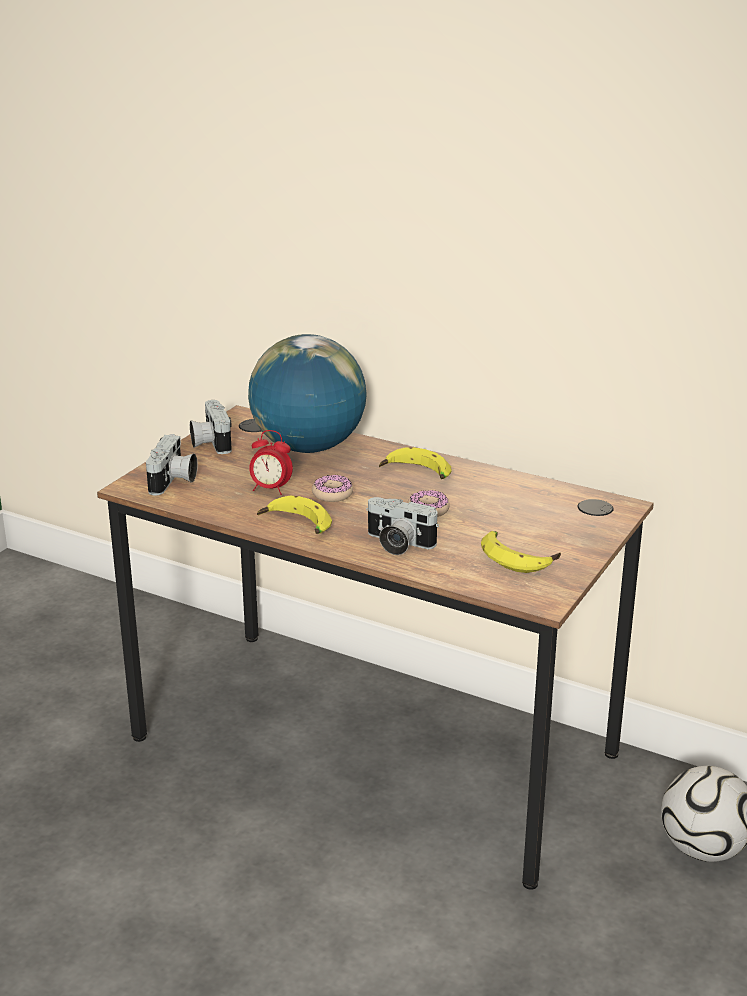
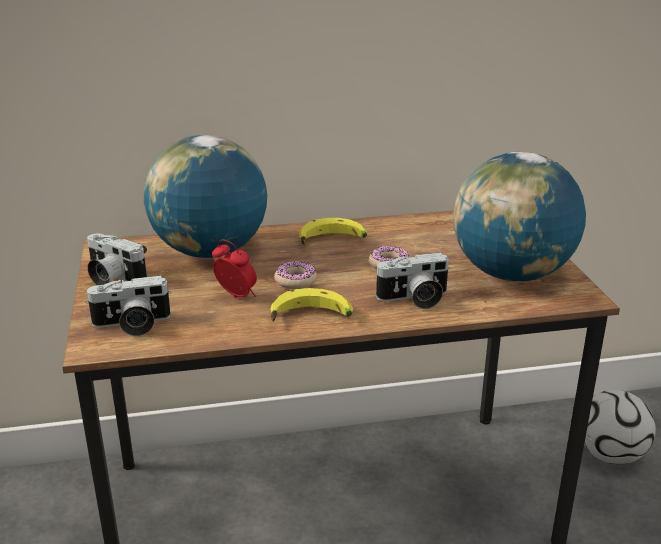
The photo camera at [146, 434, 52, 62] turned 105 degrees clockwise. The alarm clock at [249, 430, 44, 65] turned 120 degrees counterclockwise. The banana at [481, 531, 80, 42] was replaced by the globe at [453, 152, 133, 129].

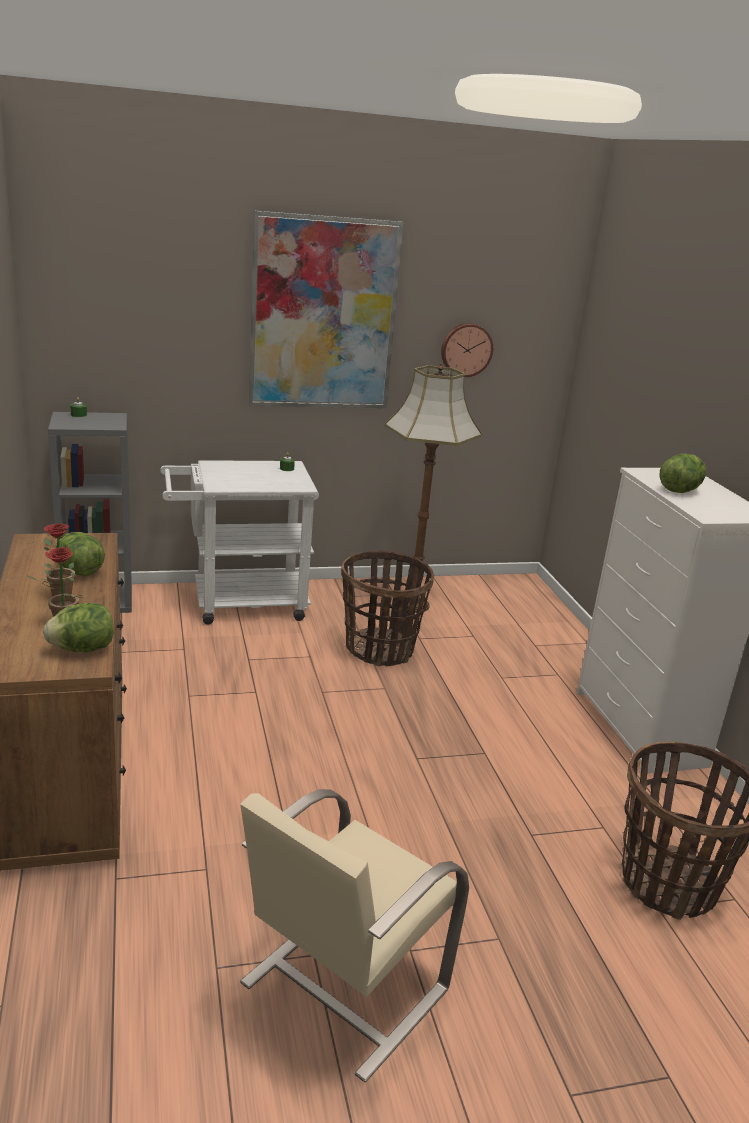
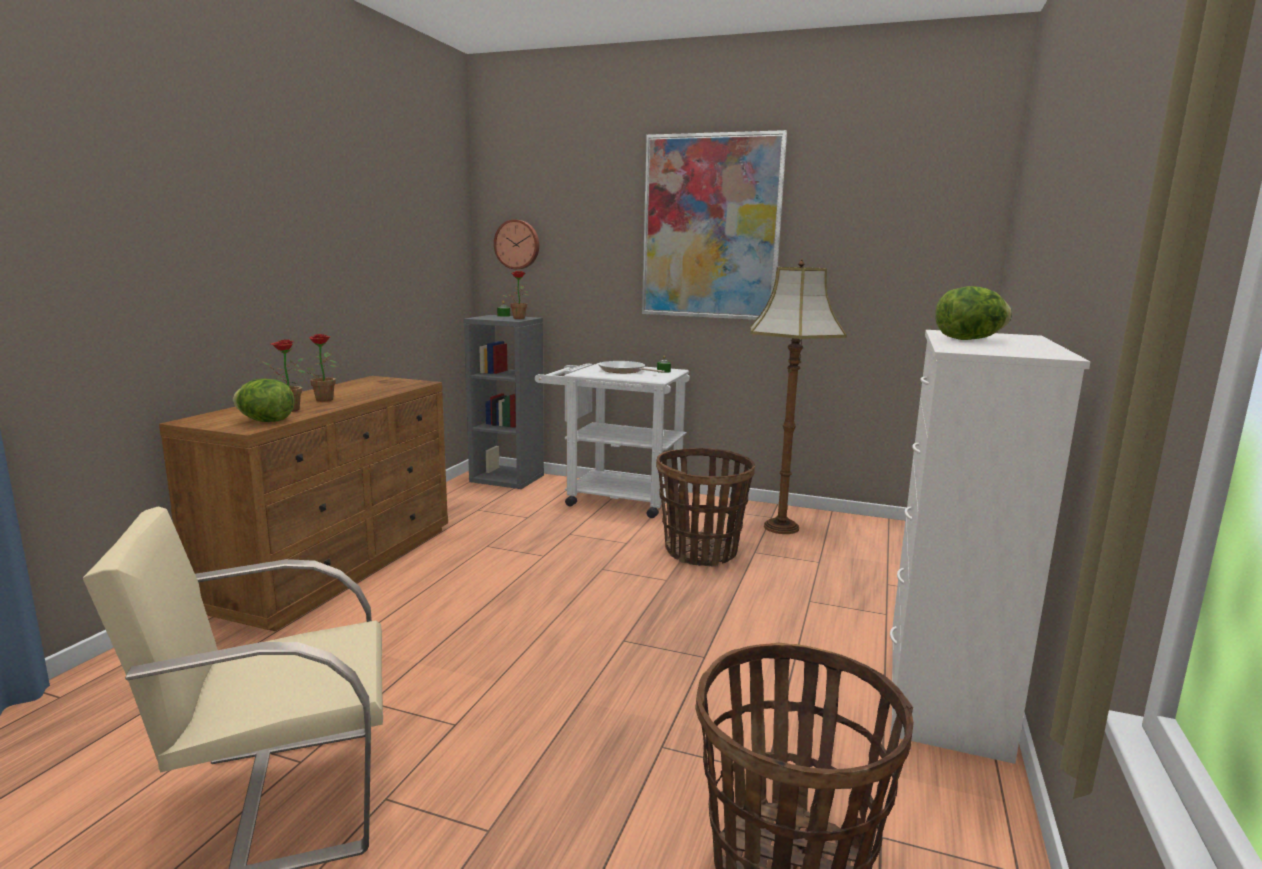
The wall clock moved from [441, 323, 52, 54] to [494, 219, 45, 50]. The potted plant at [503, 270, 25, 49] appeared. The frying pan at [598, 361, 67, 12] appeared. The lettuce at [56, 532, 49, 44] disappeared.

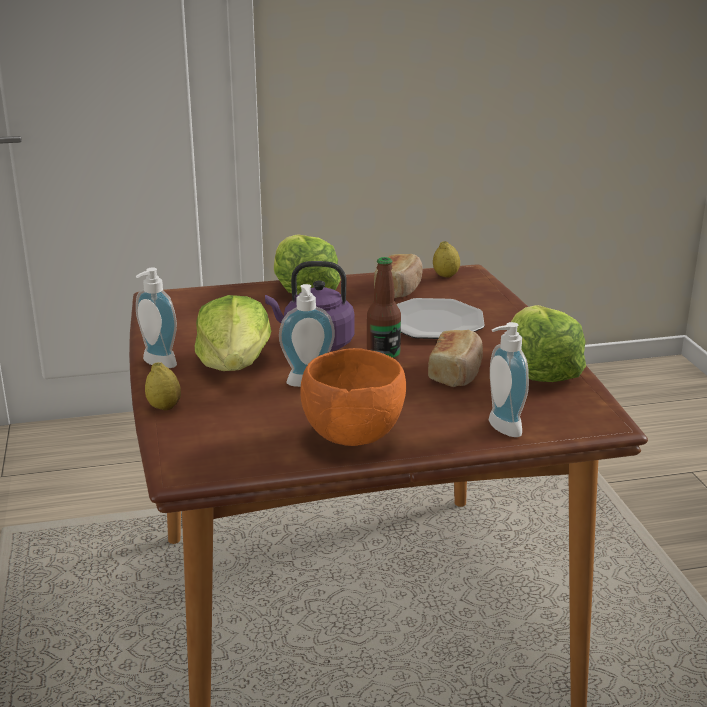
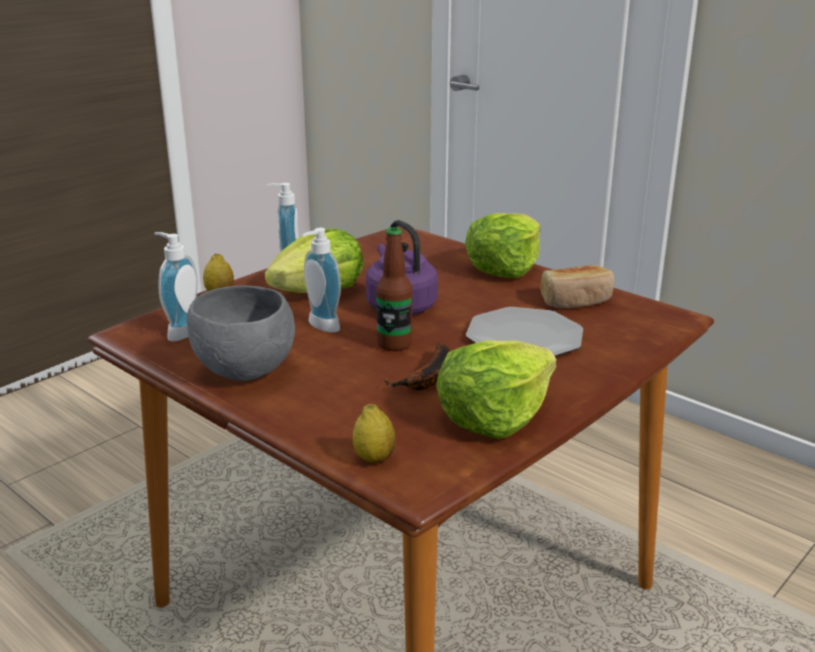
The soap dispenser moved from [489, 322, 40, 115] to [154, 232, 43, 109]. The orange bowl at [300, 348, 106, 98] became the grey bowl at [187, 285, 108, 96]. The lemon moved from [433, 241, 27, 37] to [353, 404, 43, 60]. The bread at [428, 330, 55, 57] was replaced by the banana at [384, 343, 67, 47].

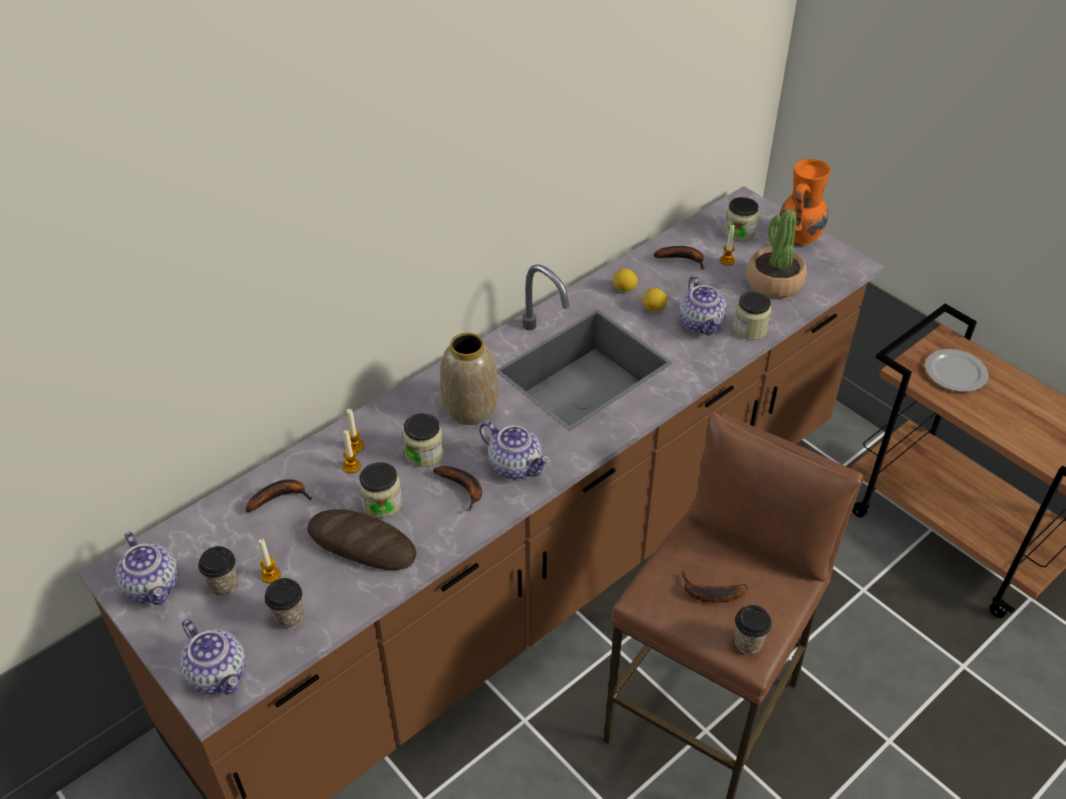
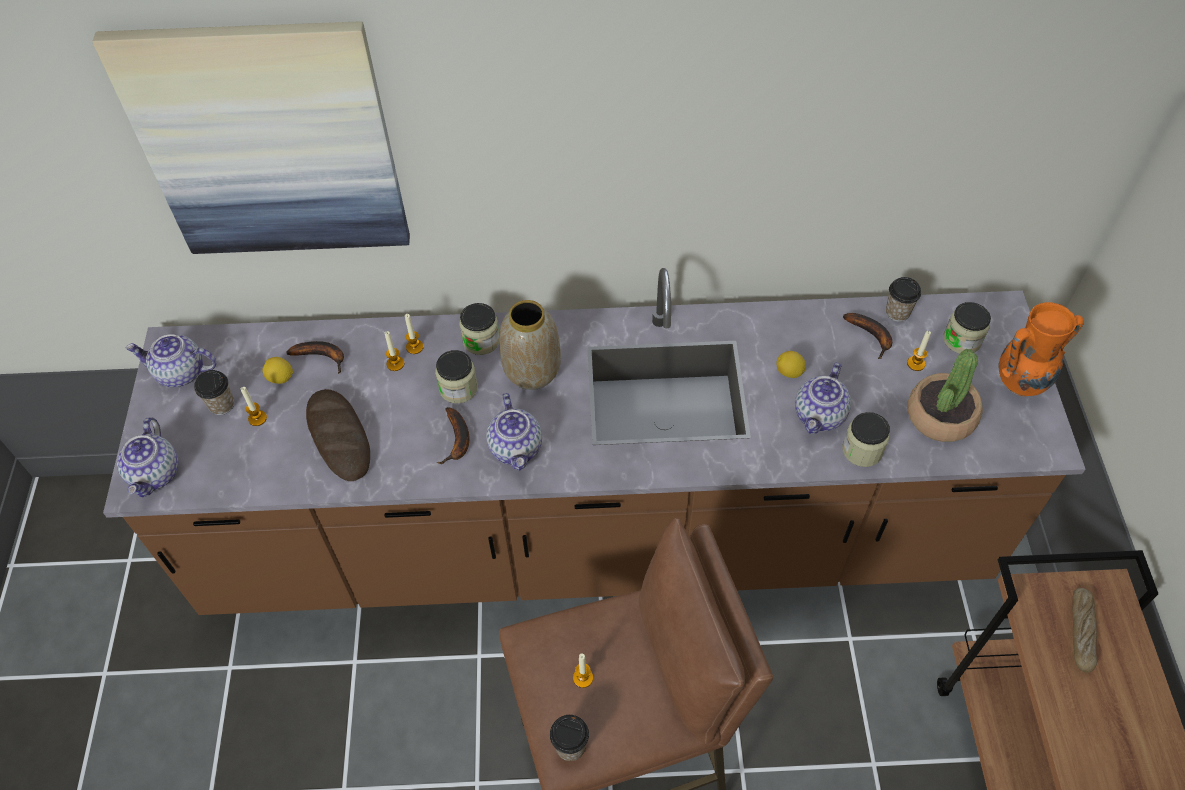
The picture at [92, 21, 318, 233] appeared. The teapot at [116, 531, 63, 74] turned 90 degrees clockwise. The lemon moved from [613, 269, 25, 23] to [262, 357, 31, 27]. The jar moved from [359, 462, 43, 56] to [459, 303, 41, 52]. The banana at [682, 570, 66, 33] was replaced by the candle at [573, 654, 20, 34]. The cup moved from [265, 578, 39, 51] to [886, 277, 35, 45]. The plate at [925, 349, 64, 43] was replaced by the bread at [1072, 588, 25, 85].

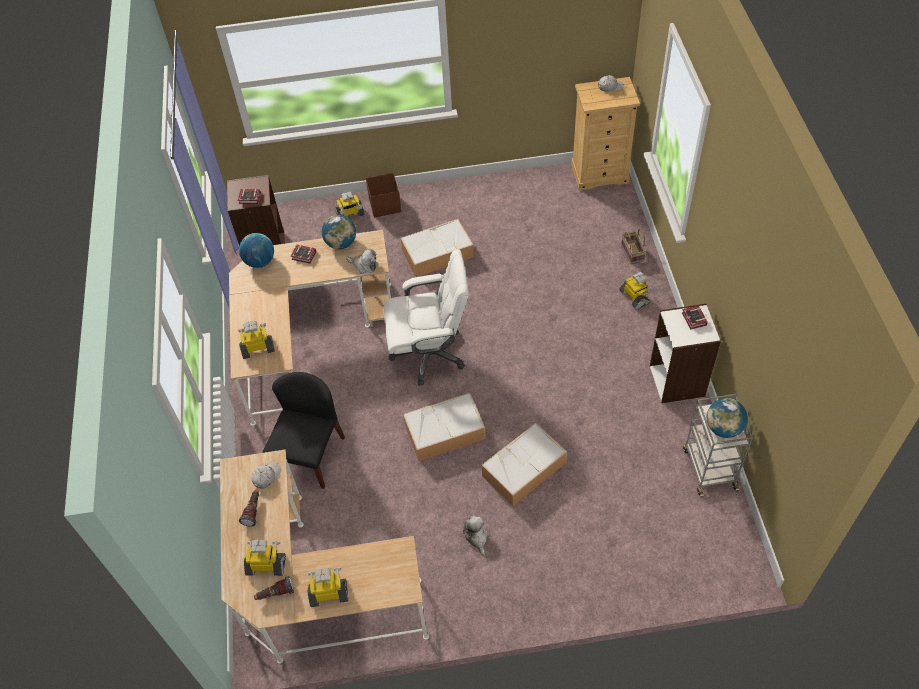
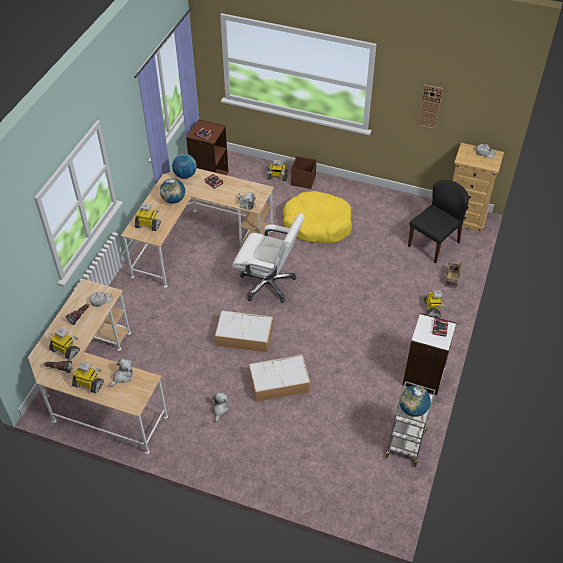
The plush toy at [109, 358, 24, 29] appeared. The globe moved from [322, 215, 34, 34] to [160, 178, 25, 26]. The storage box at [401, 219, 73, 58] was replaced by the yellow dog bed at [283, 191, 69, 52]. The black chair moved from [262, 372, 83, 117] to [408, 180, 61, 84]. The wall clock at [418, 84, 25, 45] appeared.

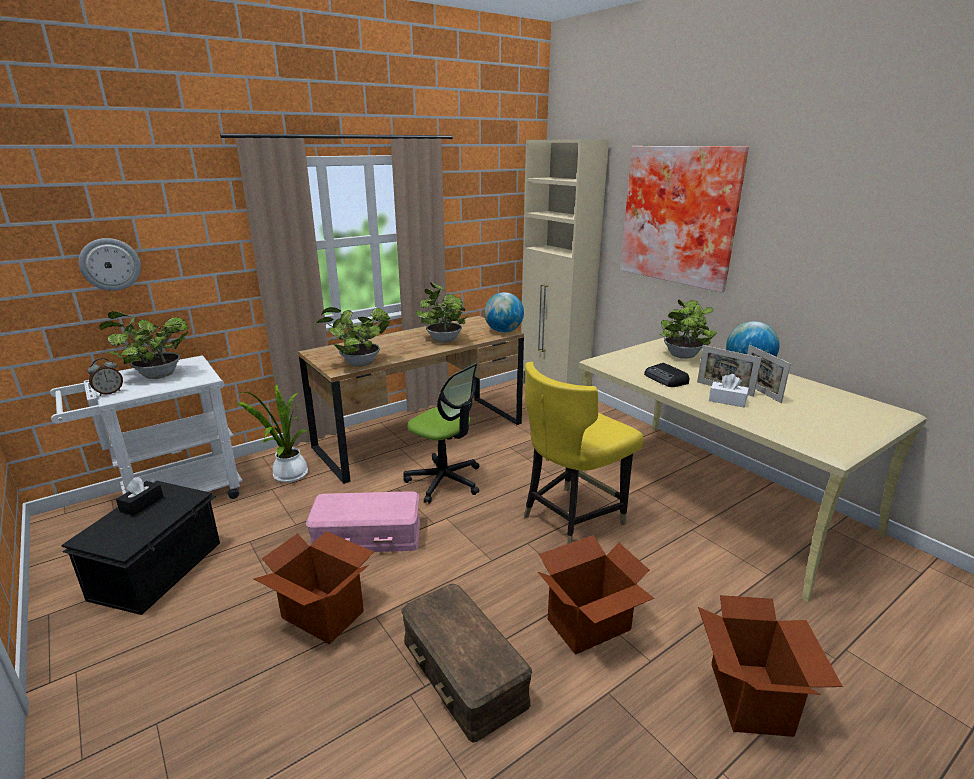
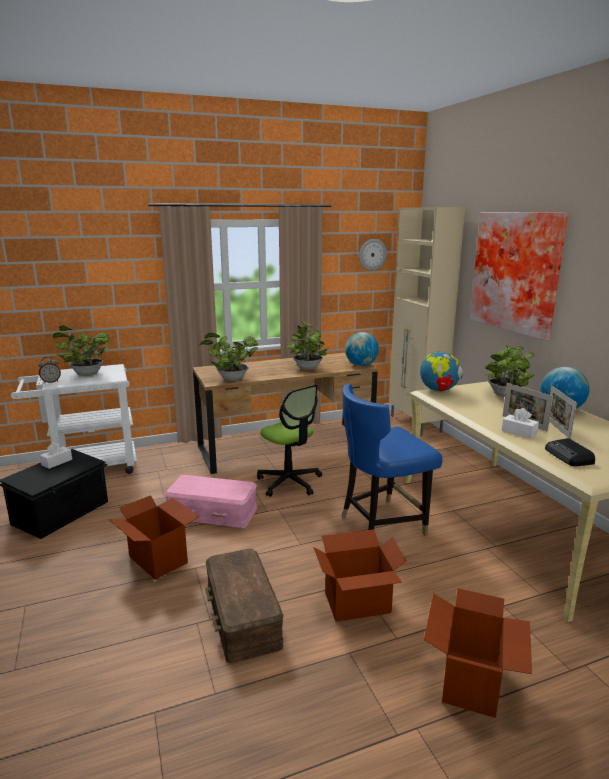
The black tissue box at [116, 478, 47, 38] became the white tissue box at [40, 442, 32, 27]. The yellow chair at [524, 362, 119, 182] became the blue chair at [342, 384, 101, 152]. The wall clock moved from [79, 238, 62, 53] to [359, 239, 28, 32]. The globe at [420, 351, 43, 41] appeared. The radio moved from [644, 363, 45, 24] to [545, 438, 50, 28]. The potted plant at [236, 383, 74, 100] disappeared.

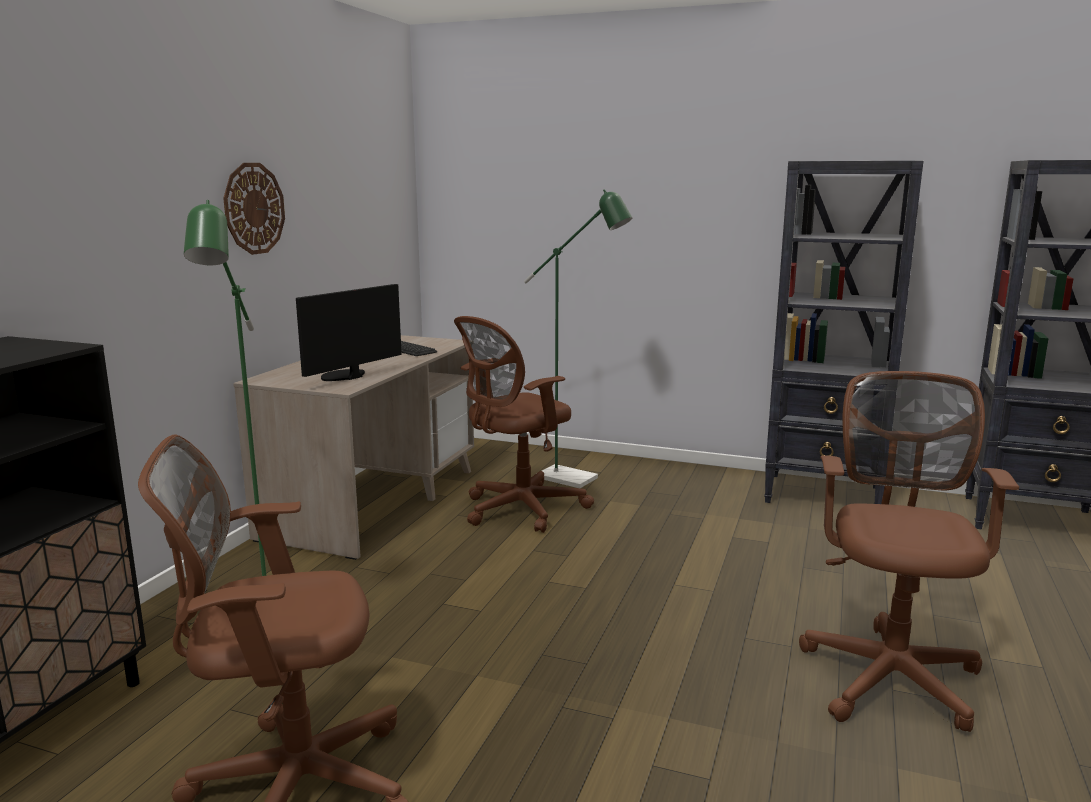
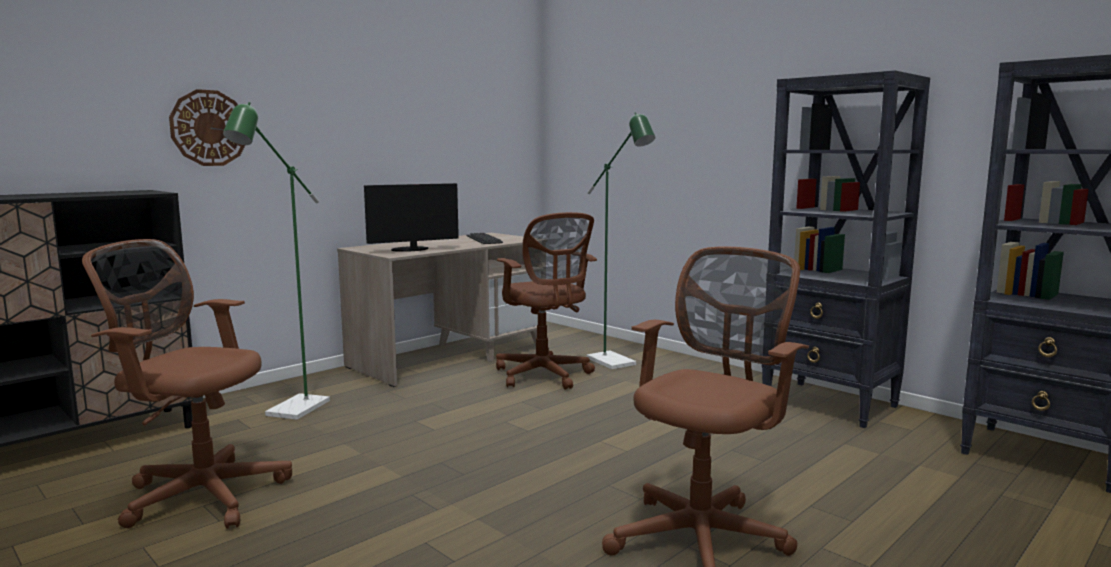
The wall clock moved from [223, 163, 62, 92] to [169, 89, 76, 77]. The brown office chair at [454, 316, 140, 217] turned 105 degrees counterclockwise.

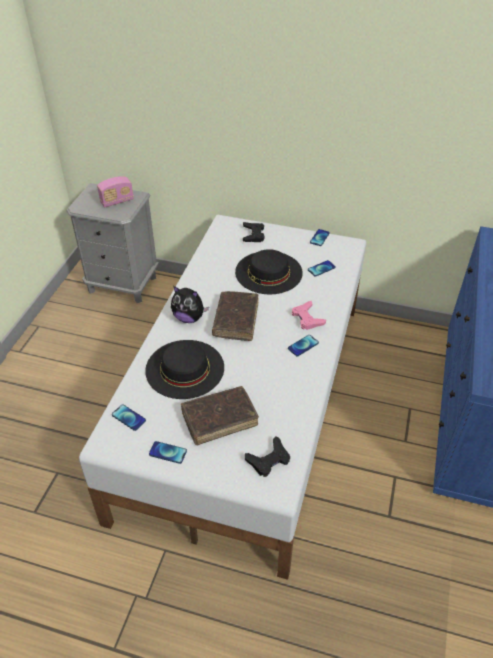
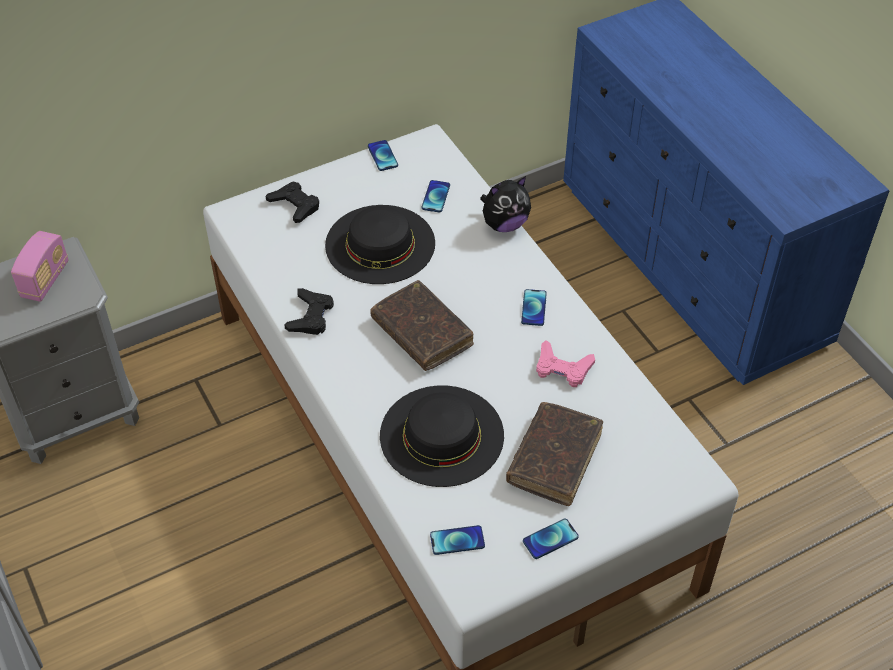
The black game controller moved from [245, 436, 45, 41] to [284, 288, 50, 47]. The plush toy moved from [171, 286, 38, 37] to [480, 176, 51, 56]. The pink game controller moved from [292, 301, 34, 29] to [536, 340, 59, 47].

